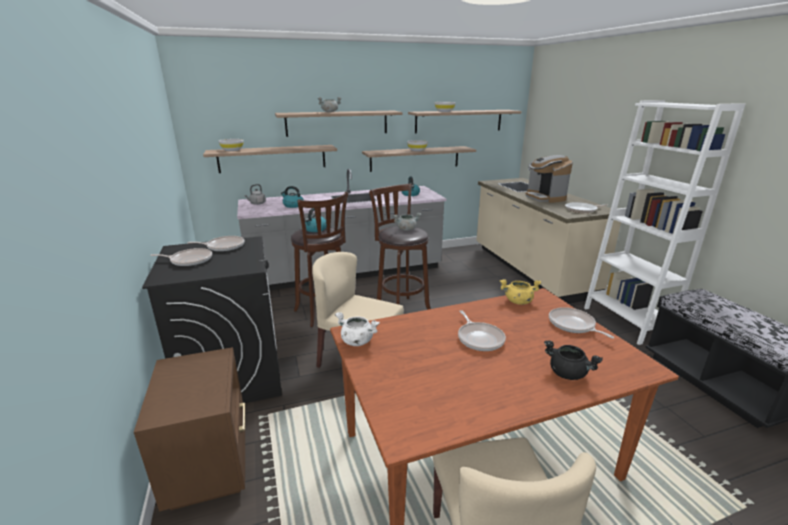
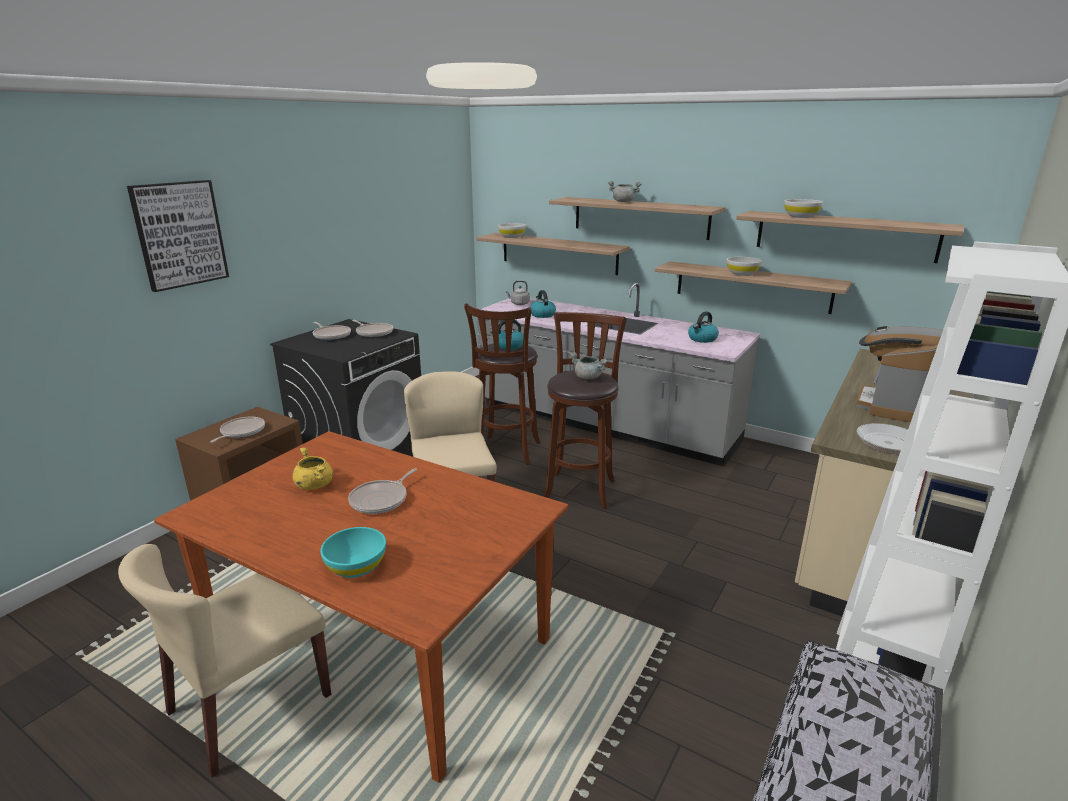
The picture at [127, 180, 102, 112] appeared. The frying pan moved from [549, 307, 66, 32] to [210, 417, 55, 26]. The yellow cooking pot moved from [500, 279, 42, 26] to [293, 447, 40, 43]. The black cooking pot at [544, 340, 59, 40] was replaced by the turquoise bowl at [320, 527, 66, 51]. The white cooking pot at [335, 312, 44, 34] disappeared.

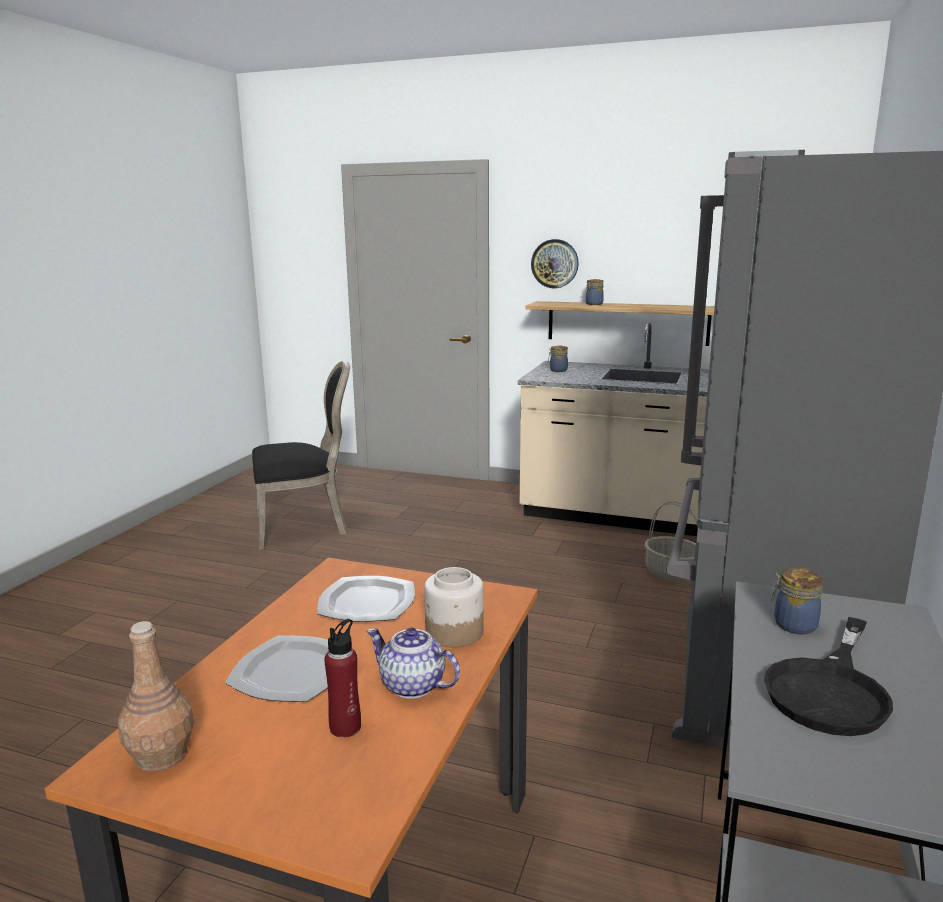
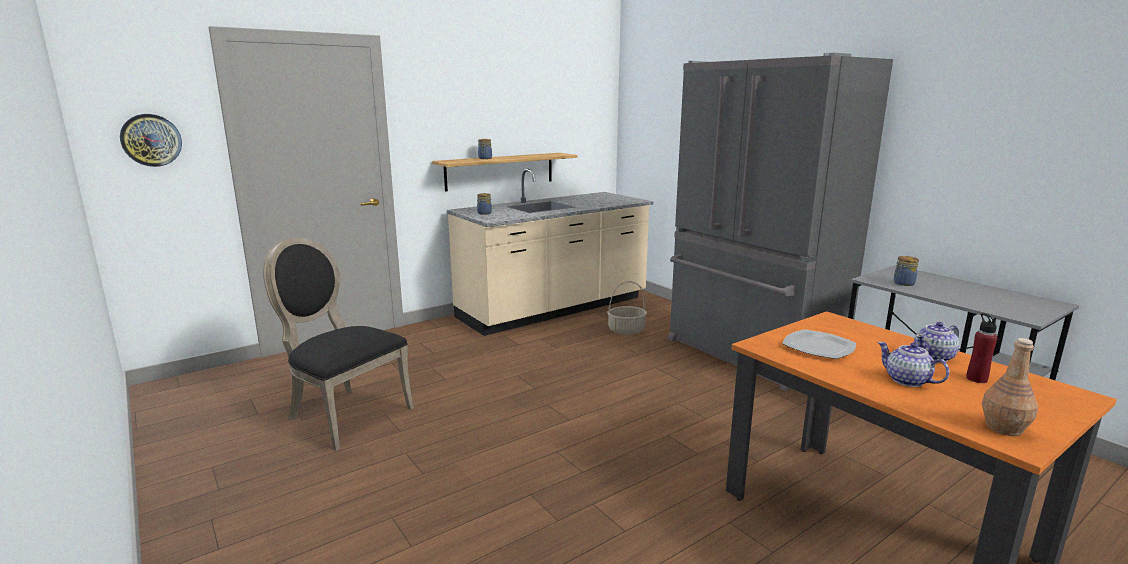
The wall clock moved from [531, 239, 48, 49] to [120, 114, 62, 53]. The black chair at [252, 361, 98, 189] turned 75 degrees counterclockwise. The plate at [225, 636, 104, 66] was replaced by the teapot at [877, 342, 73, 45]. The jar at [424, 567, 60, 80] disappeared. The black frying pan at [764, 617, 129, 119] disappeared.

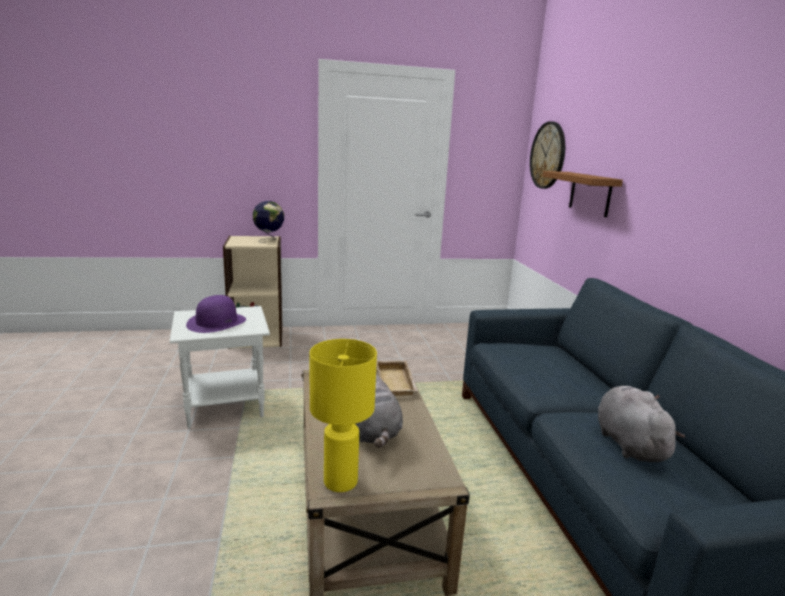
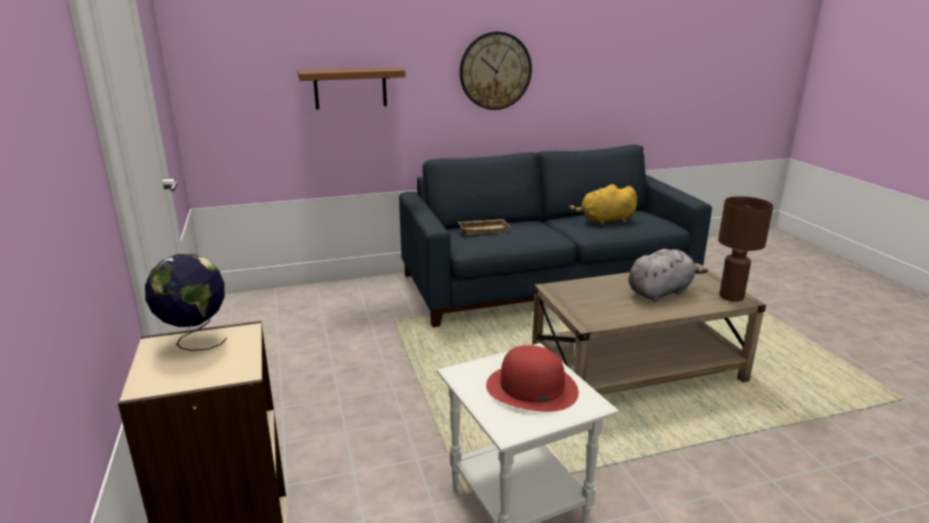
The beige tray moved from [377, 361, 41, 35] to [458, 219, 52, 16]. The wall clock moved from [530, 121, 35, 68] to [460, 32, 72, 78]. The purple hat at [186, 295, 60, 38] became the red hat at [486, 345, 93, 67]. The grey plush toy at [598, 386, 87, 76] became the yellow plush toy at [569, 184, 68, 42]. The yellow table lamp at [310, 339, 67, 153] became the brown table lamp at [718, 196, 55, 106].

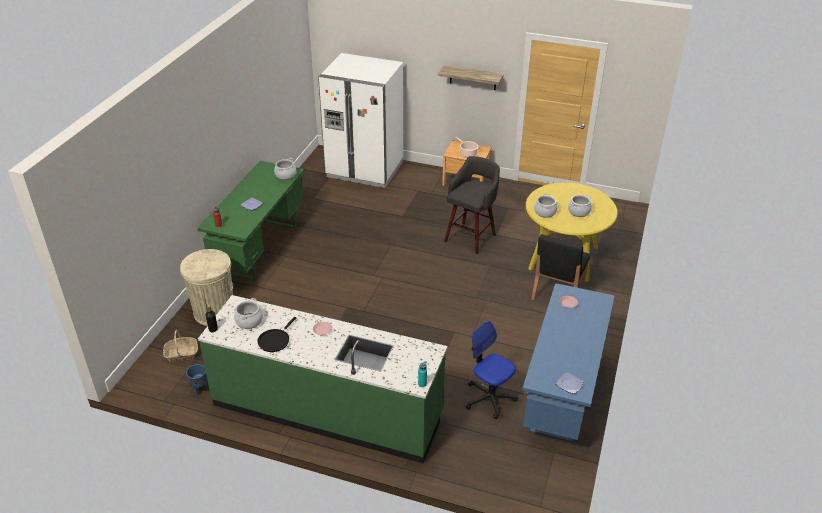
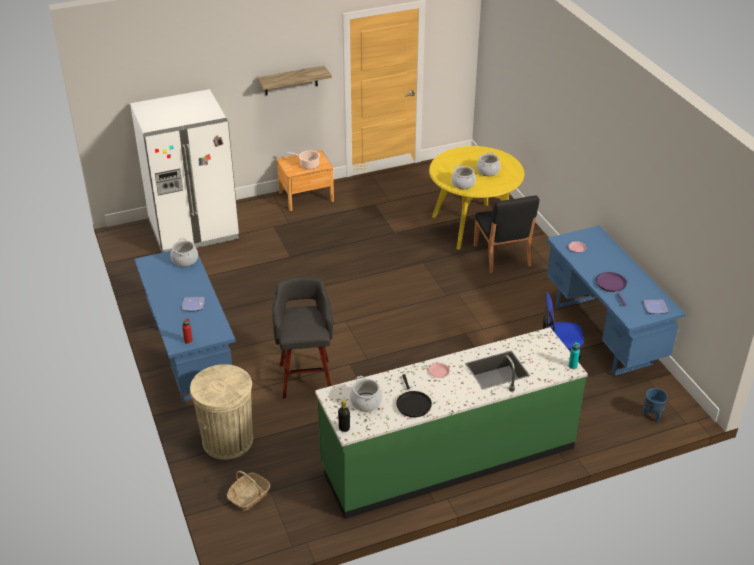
The green desk at [197, 161, 107, 120] became the blue desk at [134, 251, 102, 151]. The grey stool moved from [444, 156, 56, 98] to [272, 277, 61, 122]. The purple frying pan at [596, 272, 31, 34] appeared. The blue planter moved from [186, 364, 23, 32] to [643, 388, 25, 34].

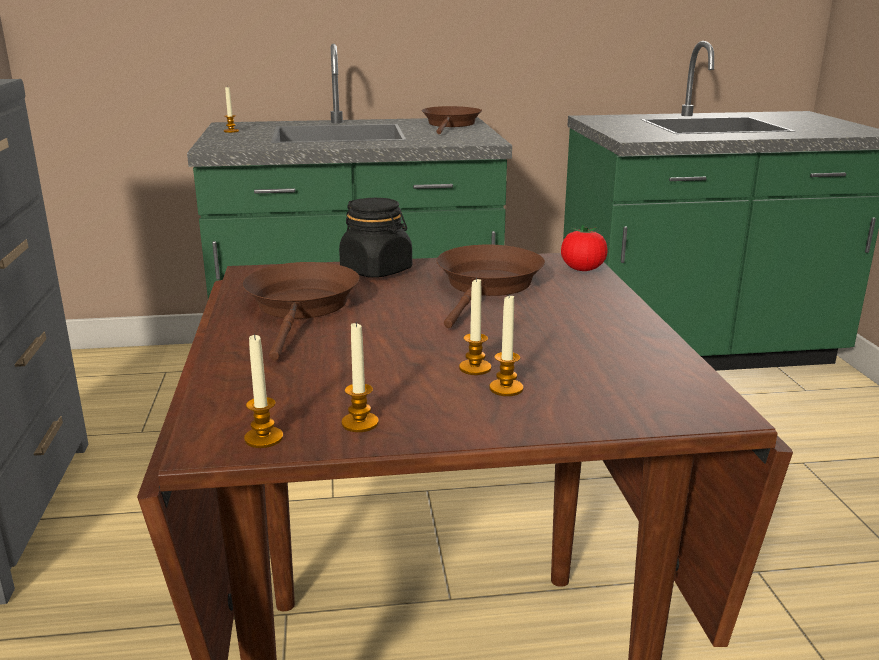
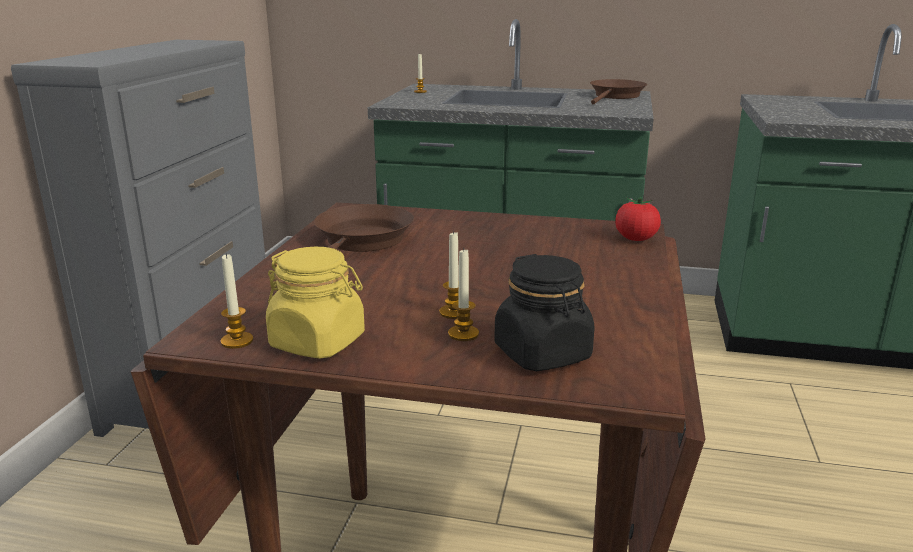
The candle at [341, 322, 38, 110] was replaced by the yellow jar at [266, 247, 99, 112]. The black jar moved from [339, 198, 73, 80] to [494, 254, 101, 117]. The brown frying pan at [437, 245, 108, 83] disappeared.

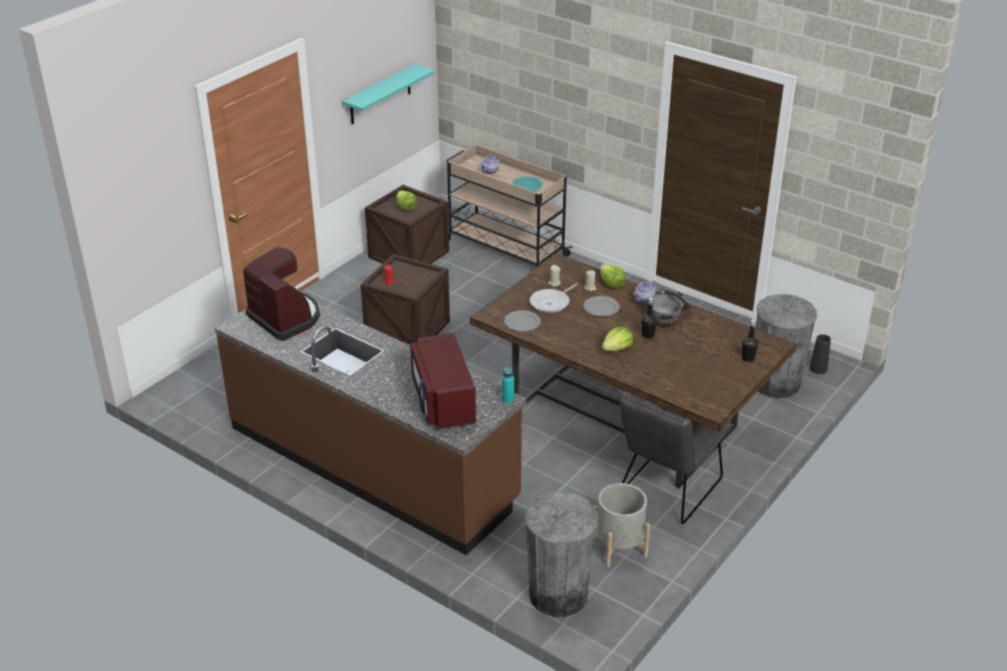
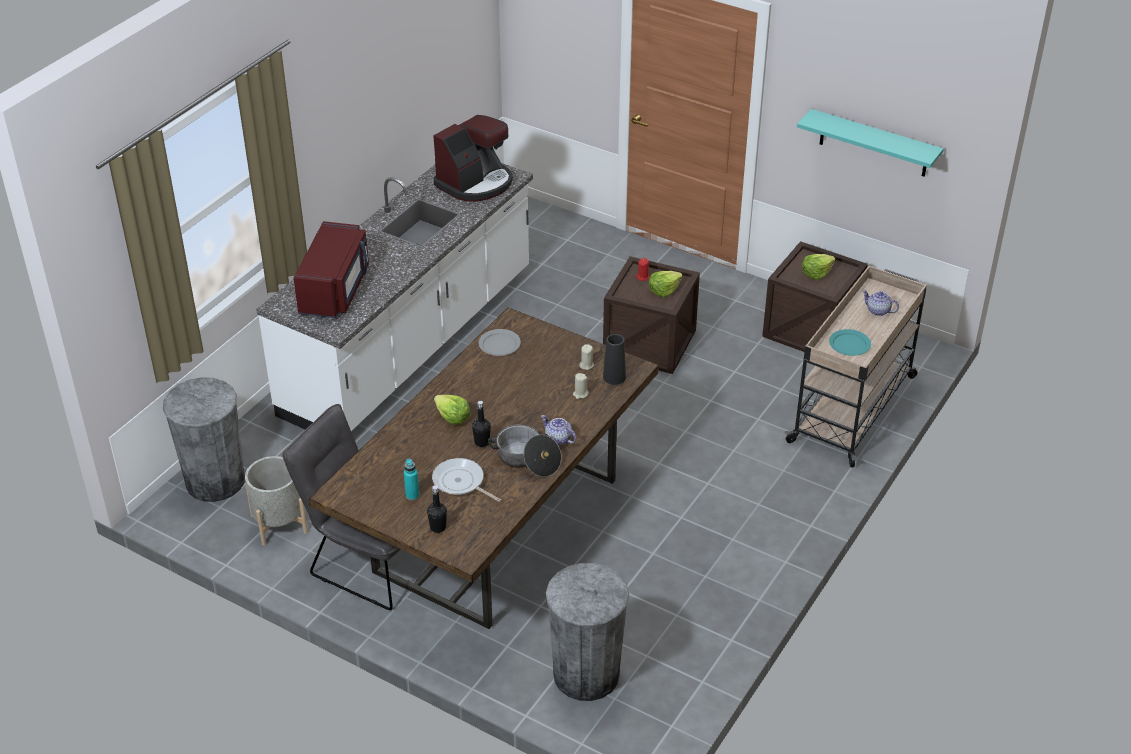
The brown counter at [215, 303, 312, 252] became the white counter at [256, 163, 277, 268]. The red microwave at [410, 333, 66, 97] turned 120 degrees clockwise. The turquoise bottle moved from [502, 367, 12, 37] to [404, 459, 15, 41]. The frying pan moved from [530, 283, 48, 30] to [432, 458, 69, 44]. The black vase moved from [809, 334, 22, 40] to [603, 334, 23, 51]. The lettuce moved from [600, 264, 26, 24] to [649, 271, 34, 26]. The grey plate at [583, 296, 37, 20] disappeared.

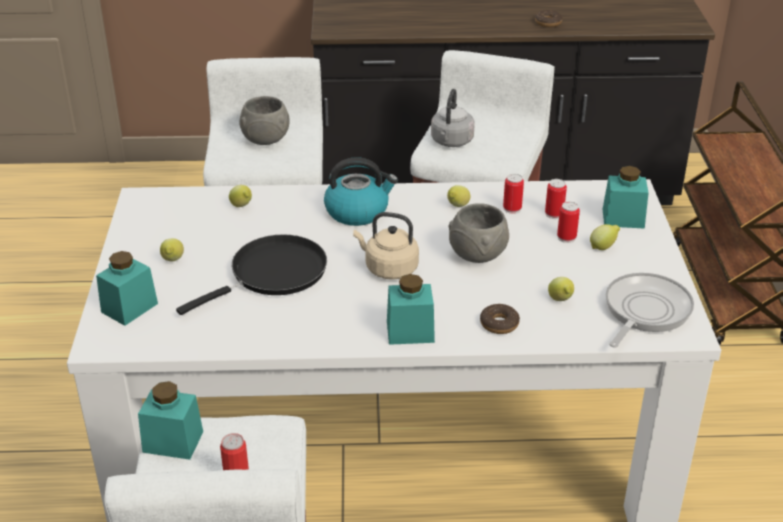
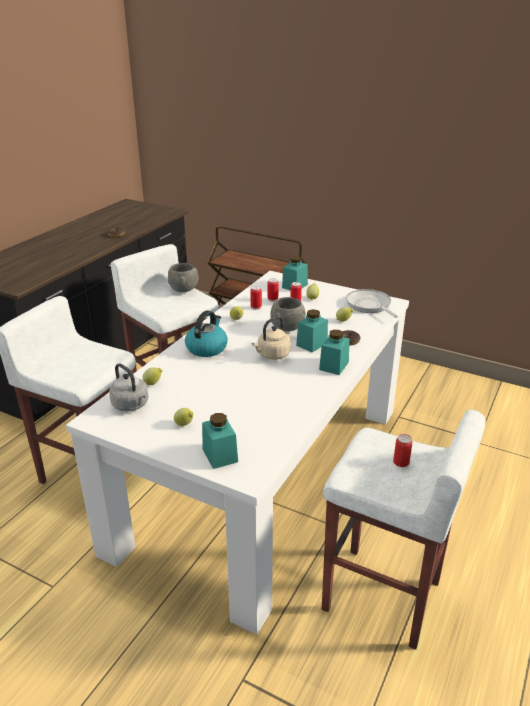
The grey kettle moved from [431, 89, 44, 58] to [109, 363, 39, 48]. The grey bowl moved from [240, 96, 50, 49] to [168, 263, 31, 29]. The turquoise jar moved from [138, 381, 65, 79] to [296, 309, 32, 44]. The black frying pan at [176, 234, 151, 81] disappeared.

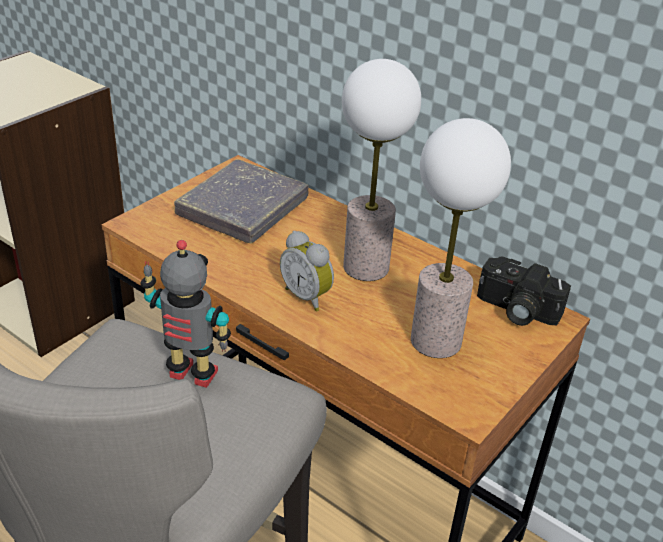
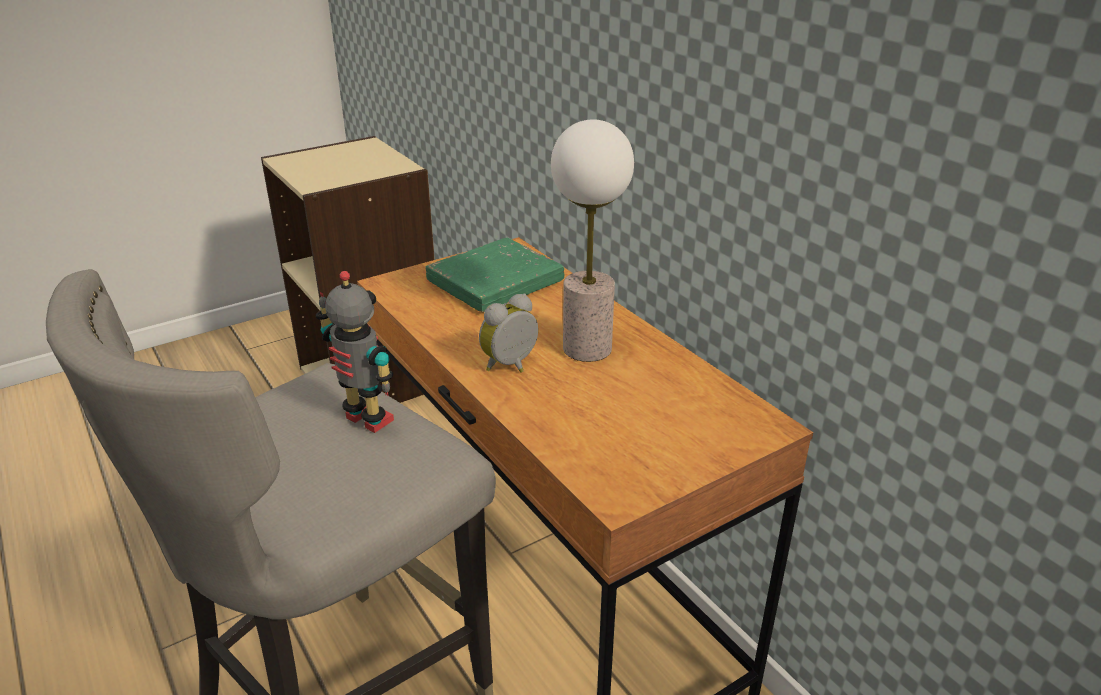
The grey book at [174, 159, 135, 84] became the green book at [426, 238, 138, 74]. The alarm clock at [280, 231, 54, 80] turned 75 degrees clockwise. The table lamp at [411, 118, 100, 240] disappeared. The photo camera at [477, 257, 94, 69] disappeared.

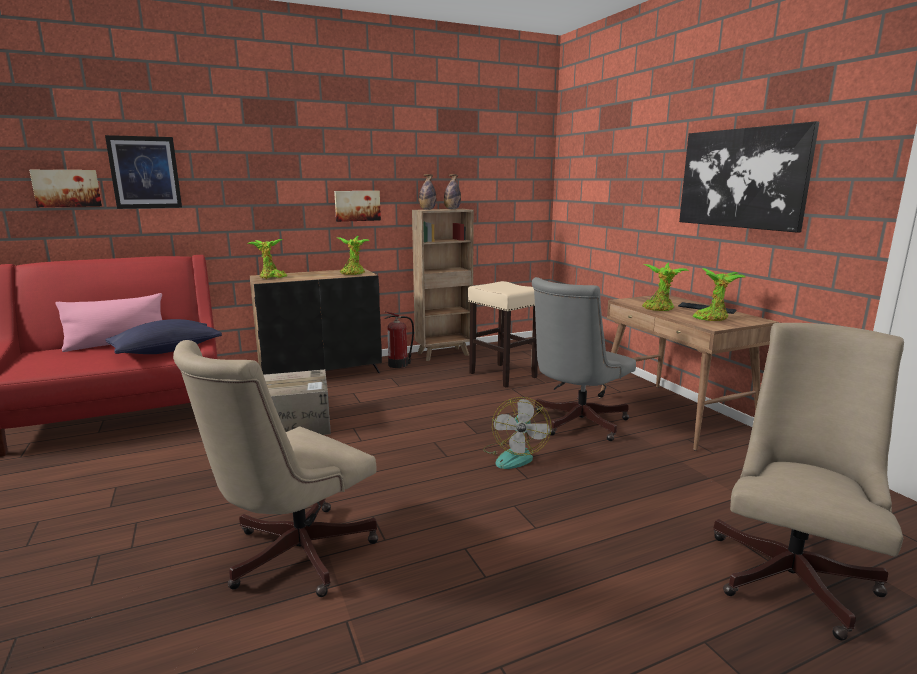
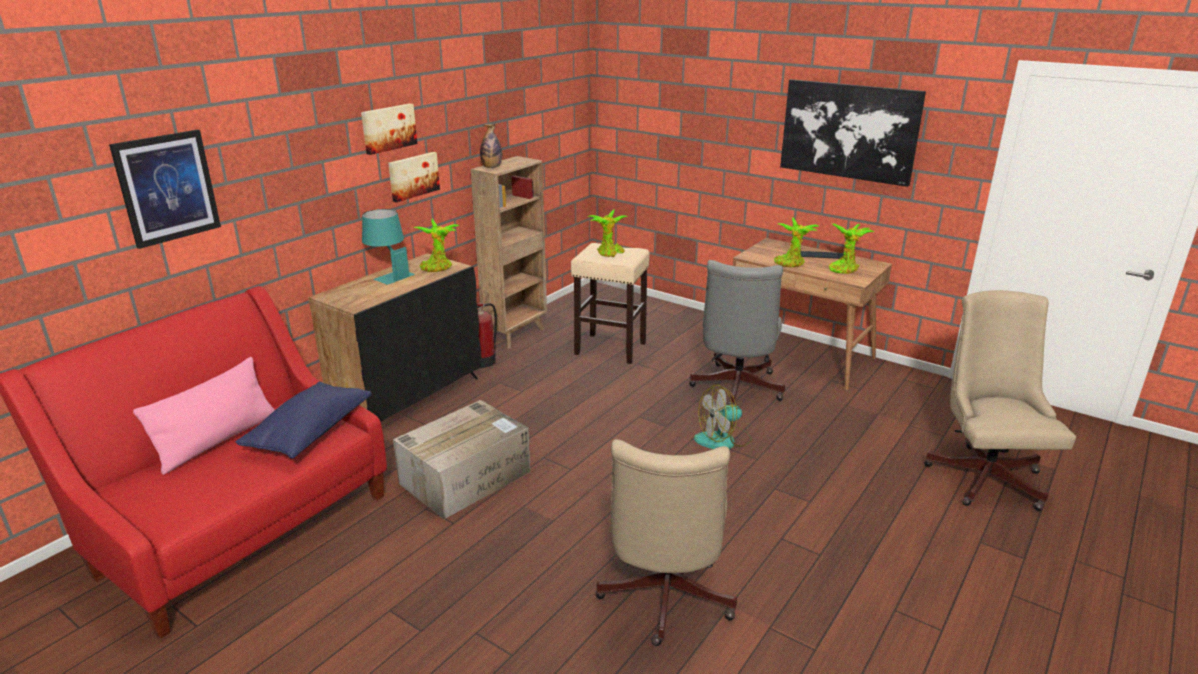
The picture moved from [29, 170, 73, 37] to [361, 103, 56, 52]. The turquoise table lamp at [362, 209, 53, 76] appeared. The potted plant moved from [247, 239, 40, 40] to [588, 209, 39, 48]. The fan at [483, 397, 69, 72] turned 90 degrees clockwise. The bottle at [444, 174, 17, 35] disappeared.

